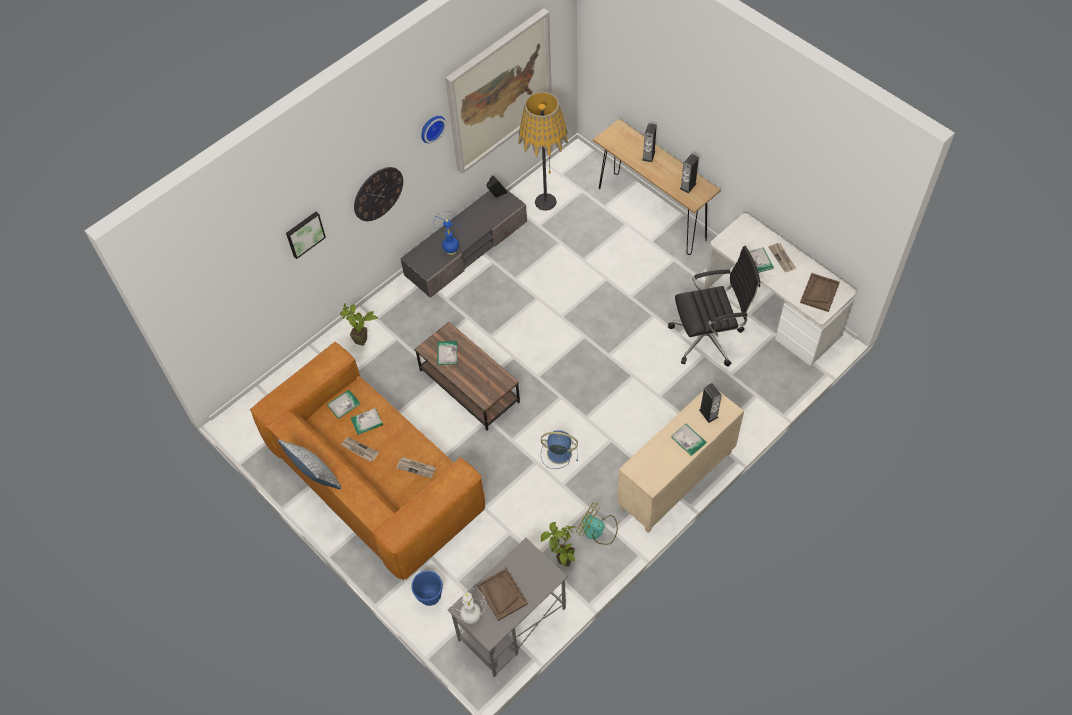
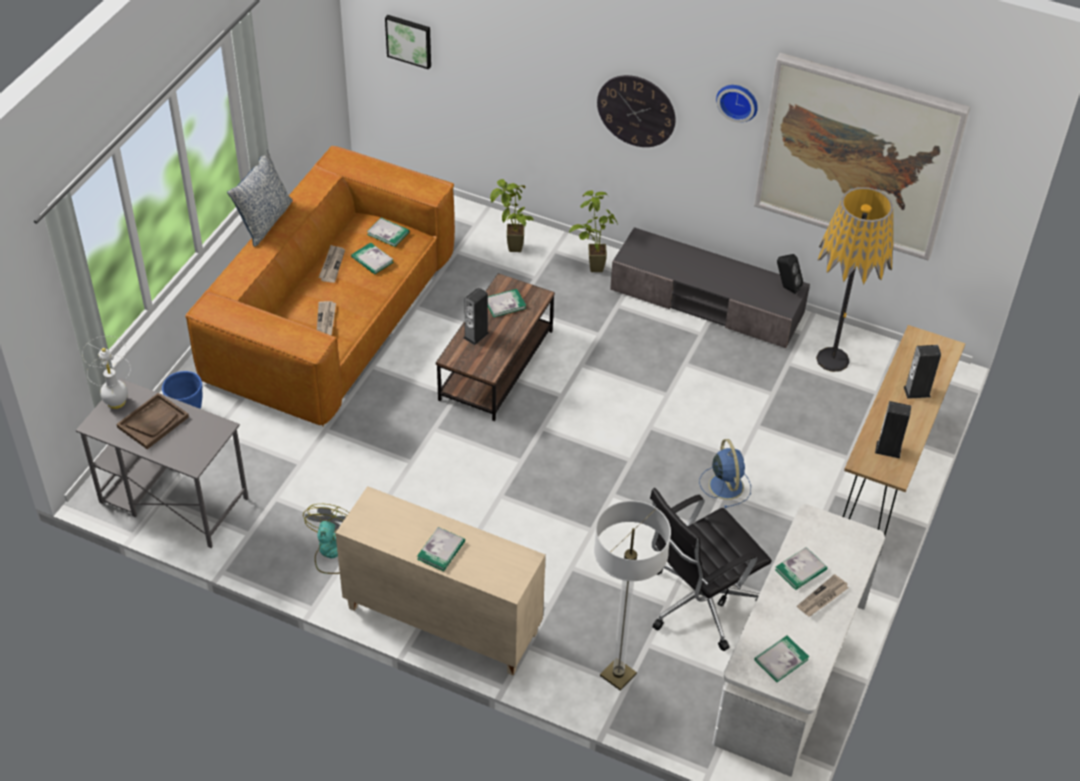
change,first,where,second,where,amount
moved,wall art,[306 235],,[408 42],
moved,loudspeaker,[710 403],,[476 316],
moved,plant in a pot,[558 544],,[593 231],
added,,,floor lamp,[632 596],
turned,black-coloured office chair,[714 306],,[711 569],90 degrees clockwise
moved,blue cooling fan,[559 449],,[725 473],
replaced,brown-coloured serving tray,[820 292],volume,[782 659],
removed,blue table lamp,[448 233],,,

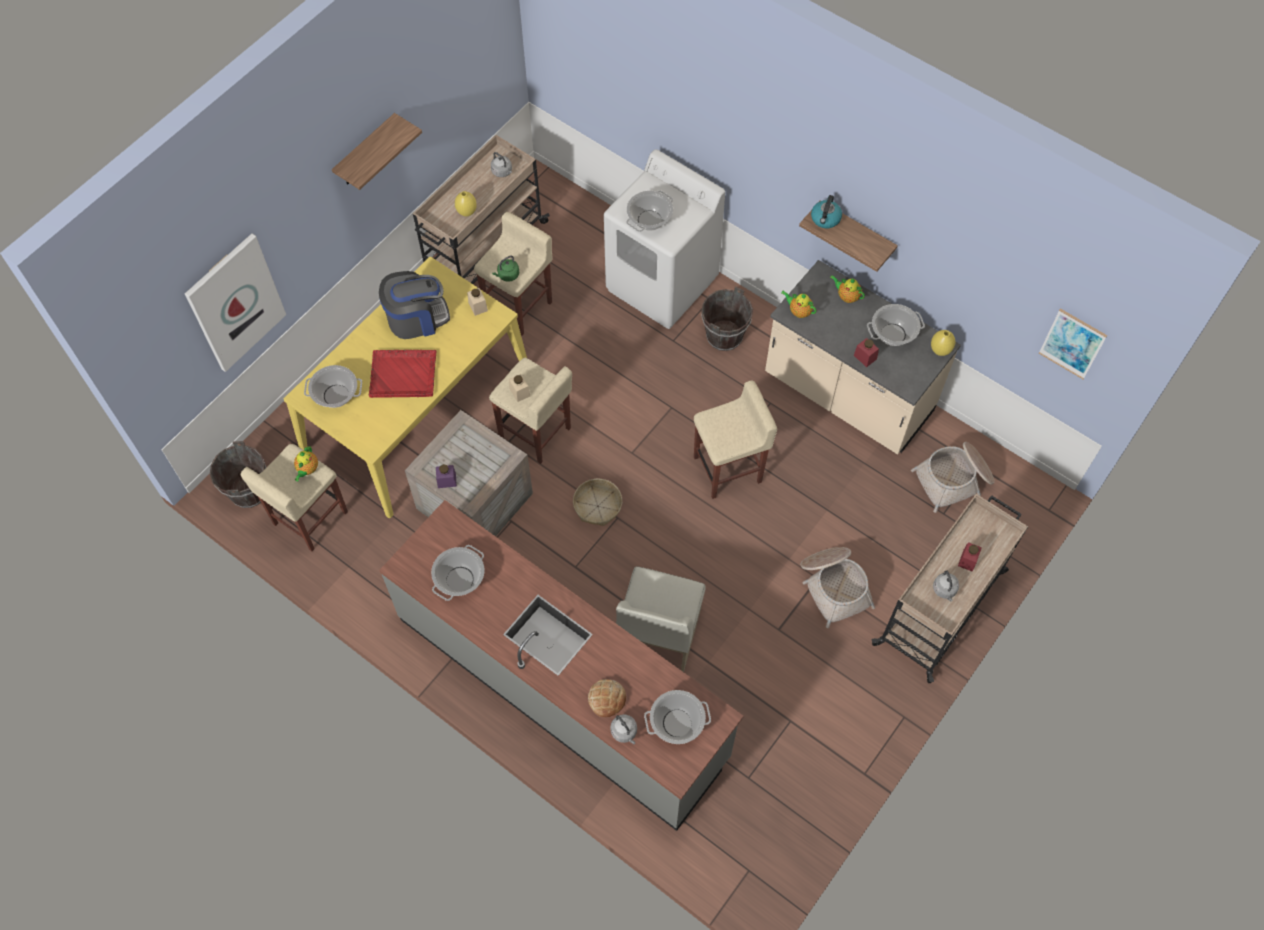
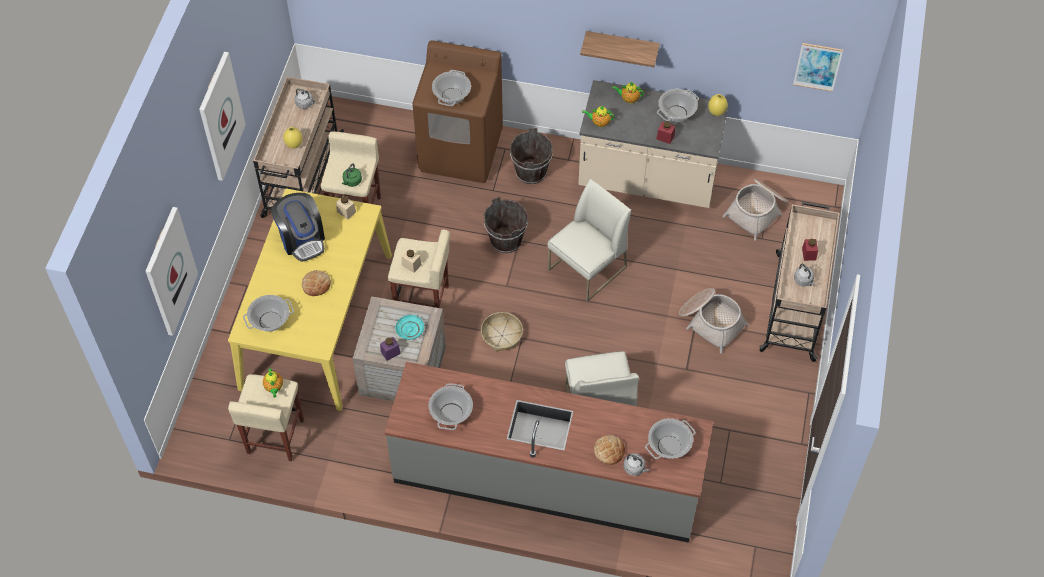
change,first,where,second,where,amount
replaced,wall shelf,[377 151],wall art,[222 116],
turned,coffee maker,[414 305],,[298 227],105 degrees clockwise
replaced,red-coloured serving tray,[402 374],bread,[316 283],
added,,,blue-green dinner plate,[409 327],
recoloured,whitish laundry appliance,[664 239],brown-coloured laundry appliance,[458 112],
moved,brown-coloured bucket,[238 474],,[506 224],
replaced,sand-coloured stool seat,[735 440],whitish plain chair,[589 240],
removed,water kettle,[826 211],,,

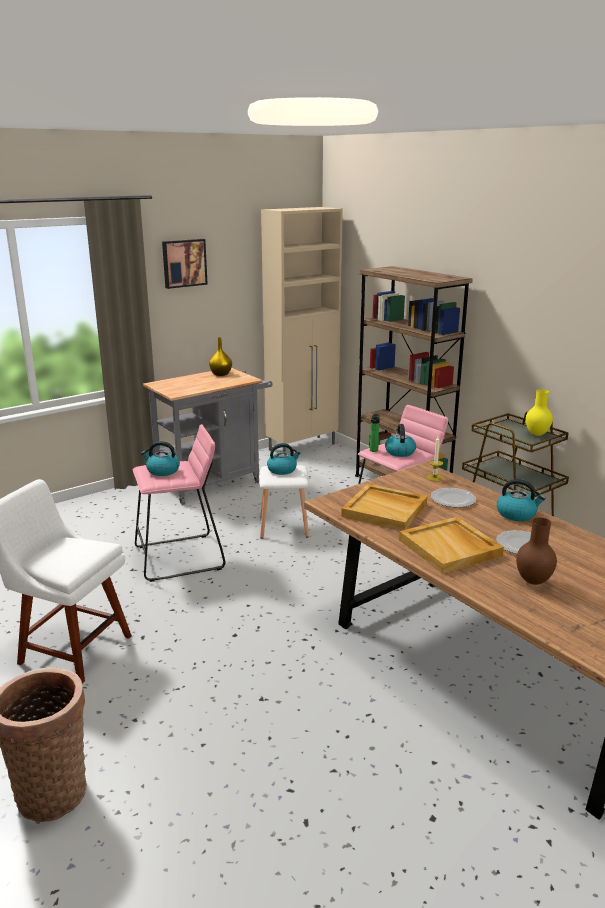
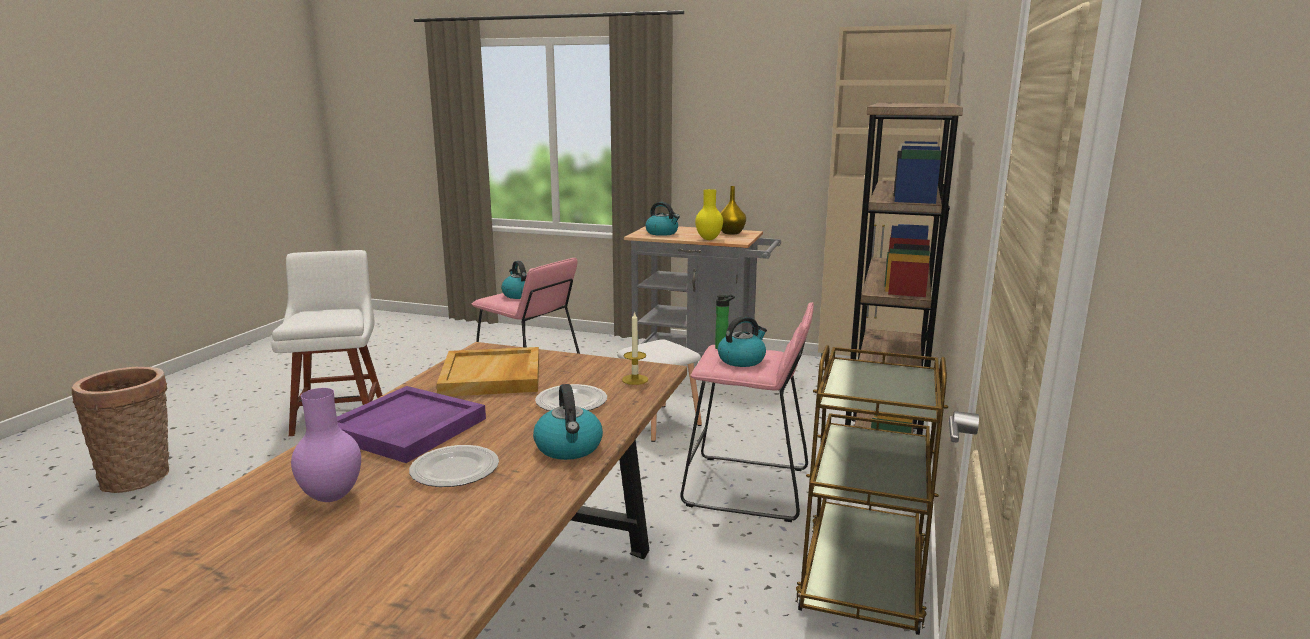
change,first,where,second,where,amount
recoloured,brown-coloured vase,[536 551],purple vase,[326 445],
recoloured,sand-coloured serving tray,[451 545],purple serving tray,[411 424],
moved,water kettle,[284 459],,[662 219],
moved,yellow-coloured vase,[539 412],,[709 214],
removed,wall art,[185 264],,,

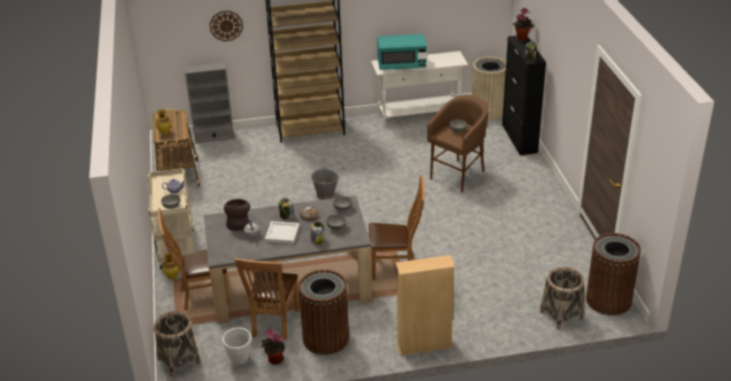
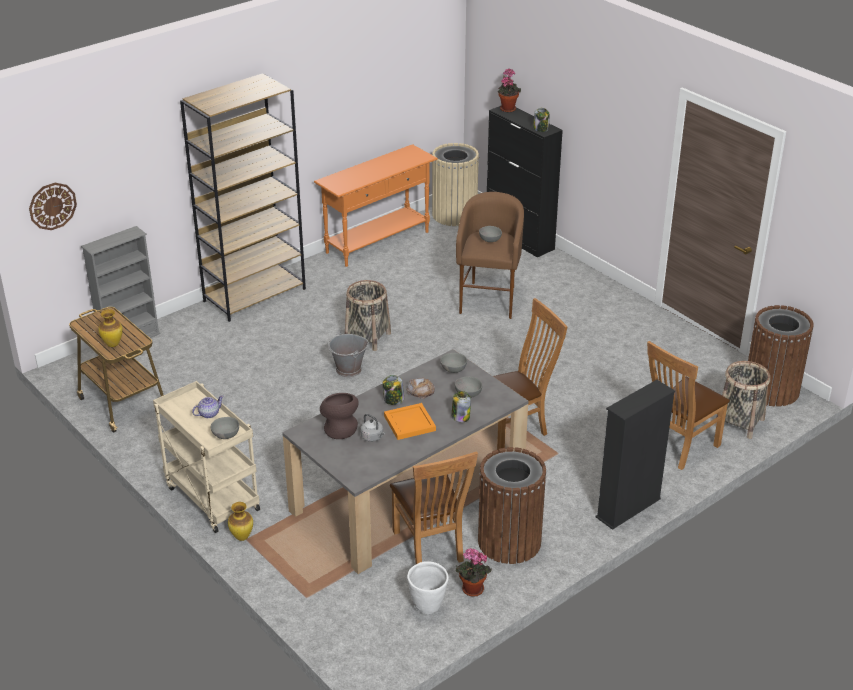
change,first,where,second,where,amount
moved,wall clock,[226 26],,[53 206],
recoloured,whitish console table,[419 89],orange console table,[376 205],
moved,household basket,[177 344],,[368 315],
recoloured,whitish serving tray,[282 232],orange serving tray,[410 421],
recoloured,sand-coloured bookshelf,[425 305],black-coloured bookshelf,[635 455],
moved,brown-coloured plain chair,[193 259],,[688 405],
removed,blue-green microwave oven,[402 52],,,

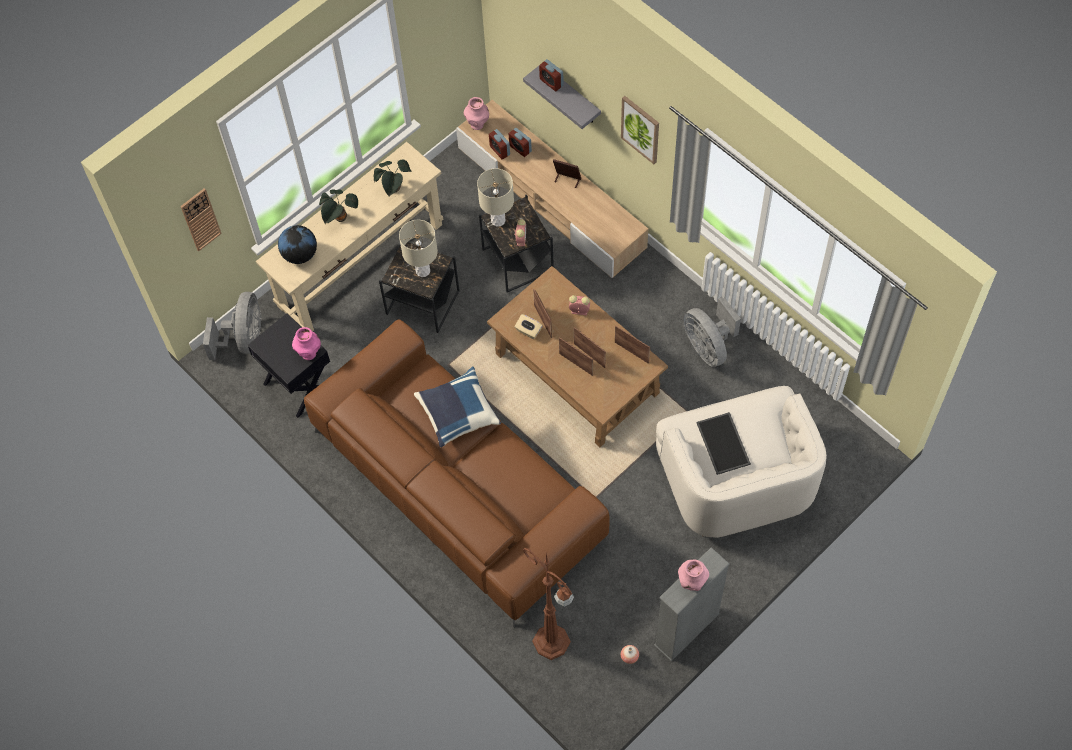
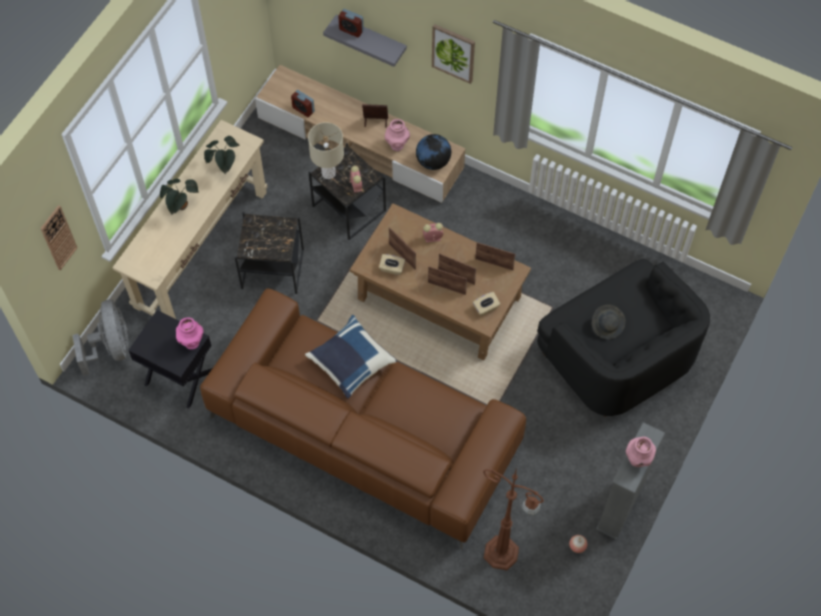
change,first,where,second,where,amount
moved,pink-coloured vase,[476 113],,[397 135],
moved,world globe,[297 244],,[433 152],
added,,,sand-coloured box of tissues,[486 304],
recoloured,whitish easy chair,[741 462],black-coloured easy chair,[623 338],
replaced,serving tray,[723 443],greyish clothing hat,[609 322],
removed,sand-coloured table lamp,[418 248],,,
removed,table clock,[520 142],,,
removed,greyish cooling fan,[712 332],,,

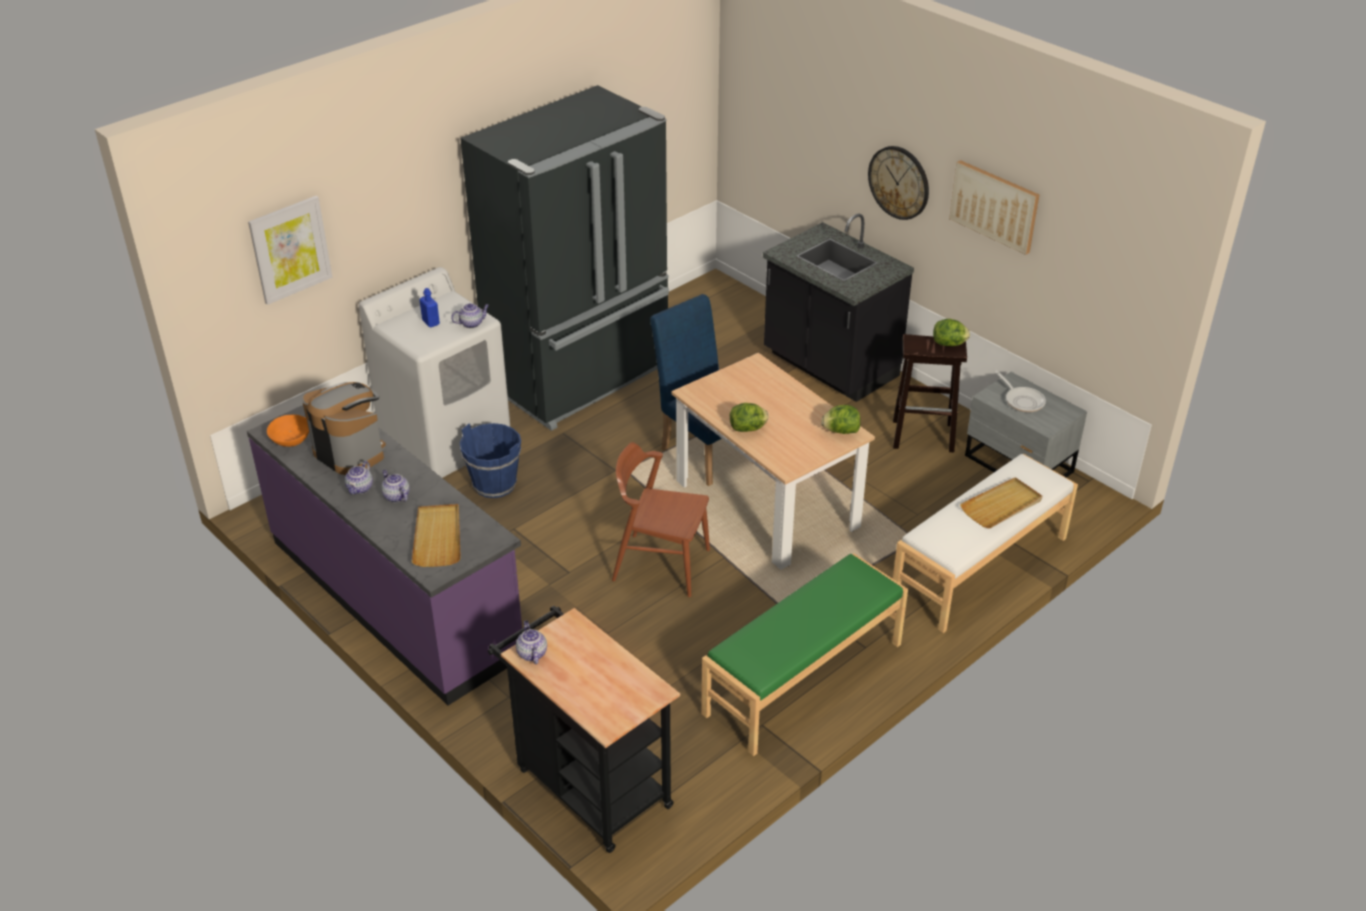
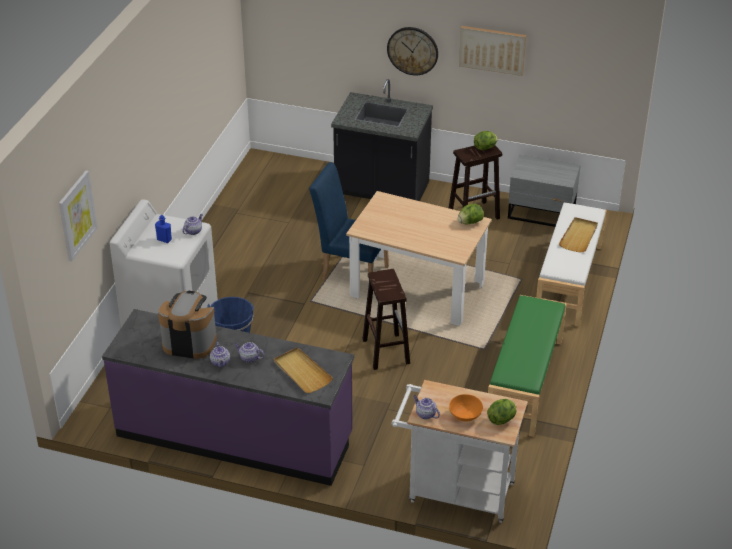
change,first,where,second,where,amount
replaced,brown-coloured plain chair,[661 519],brown-coloured stool seat,[386 319],
recoloured,black-coloured trolley,[584 729],whitish trolley,[460 451],
moved,orange bowl,[288 431],,[466 408],
moved,lettuce head,[749 417],,[501 412],
removed,black-coloured kitchen fridge,[564 258],,,
removed,frying pan,[1020 391],,,

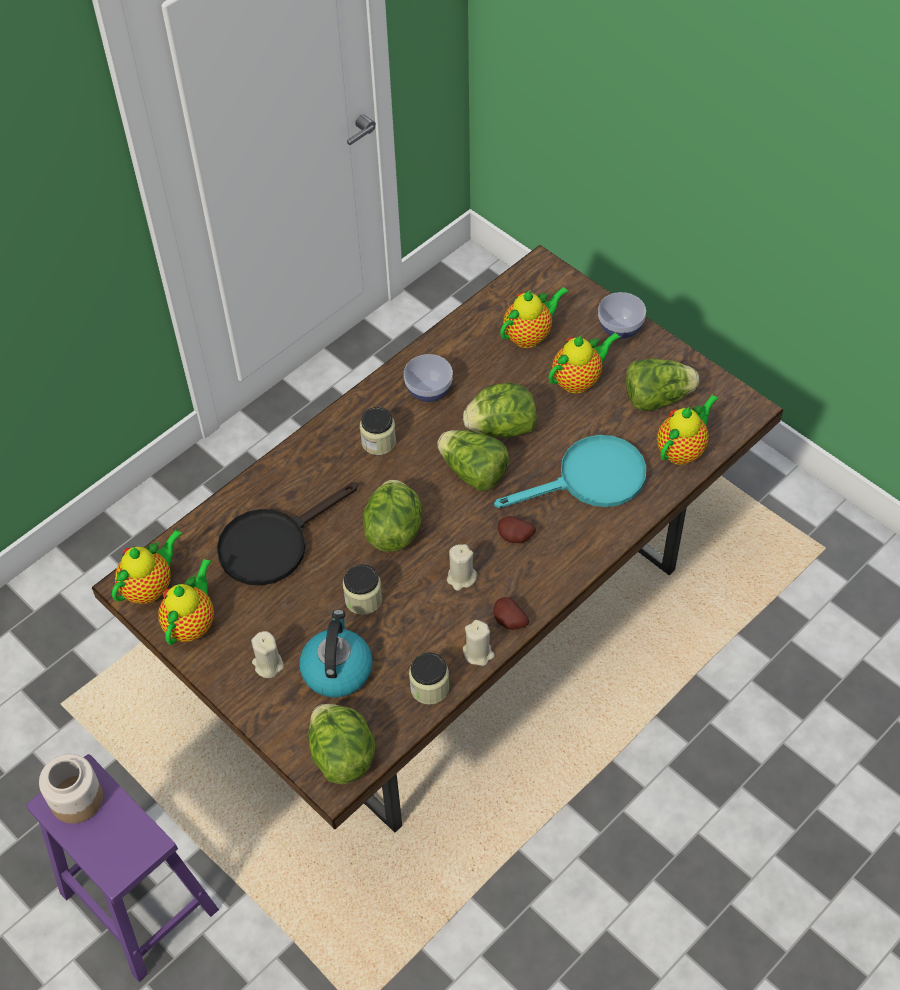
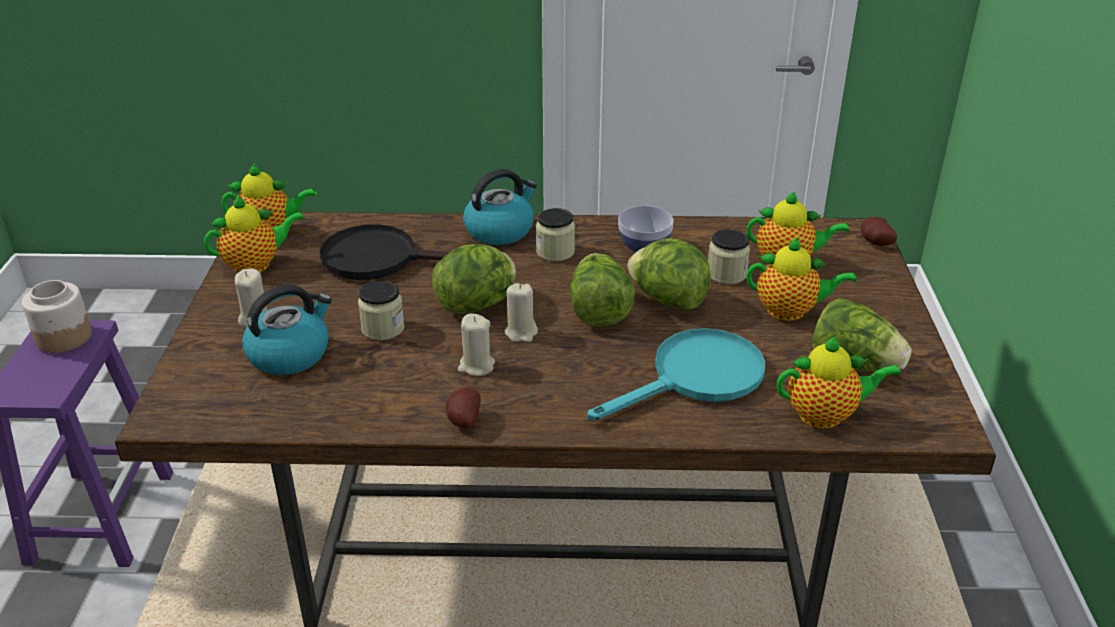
change,first,where,second,where,amount
added,,,water kettle,[500 207],
moved,sand-coloured wax candle,[479 643],,[521 312],
turned,blue-green frying pan,[570 471],,[676 374],60 degrees counterclockwise
moved,storage jar,[429 678],,[729 256],
moved,spud,[517 529],,[879 231],
removed,lettuce head,[342 744],,,
removed,bowl,[622 315],,,

